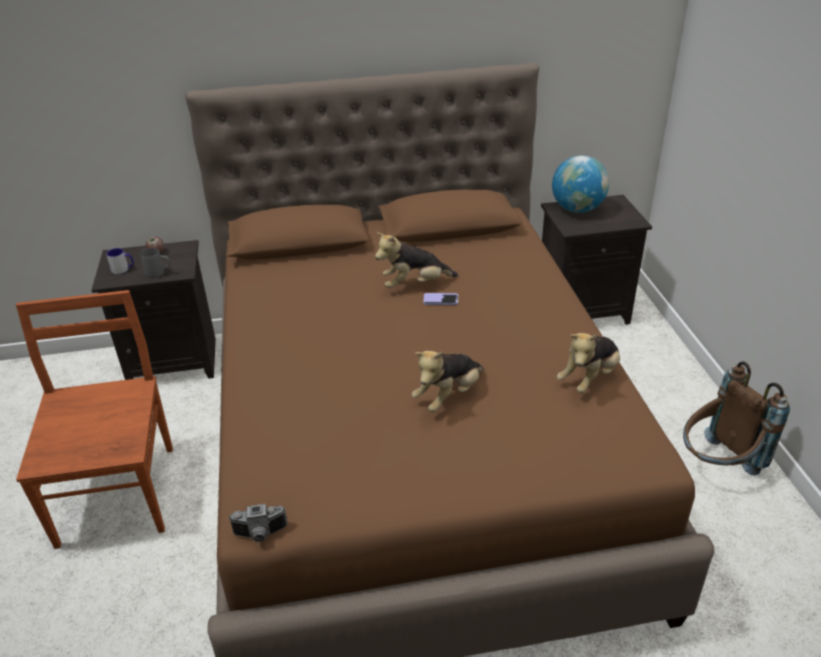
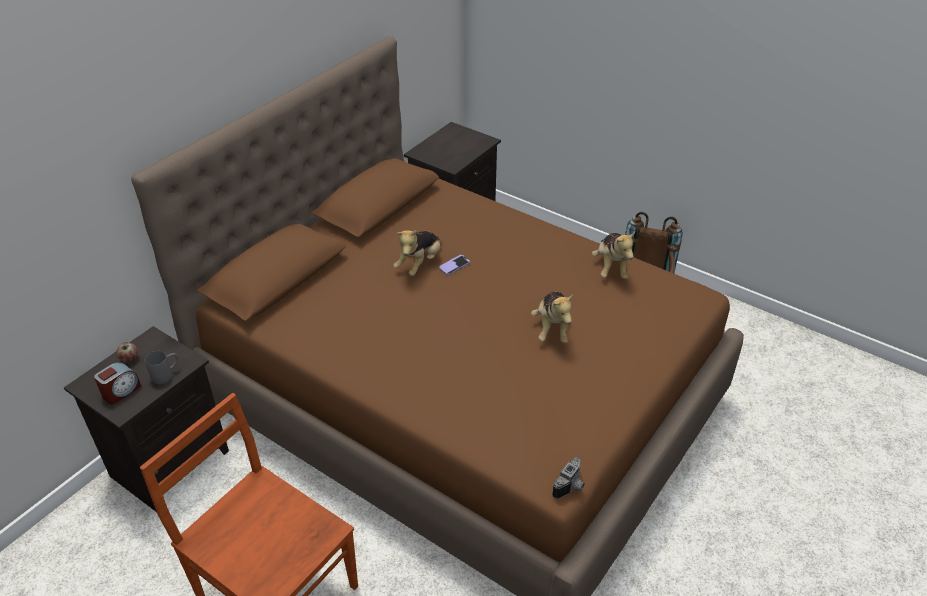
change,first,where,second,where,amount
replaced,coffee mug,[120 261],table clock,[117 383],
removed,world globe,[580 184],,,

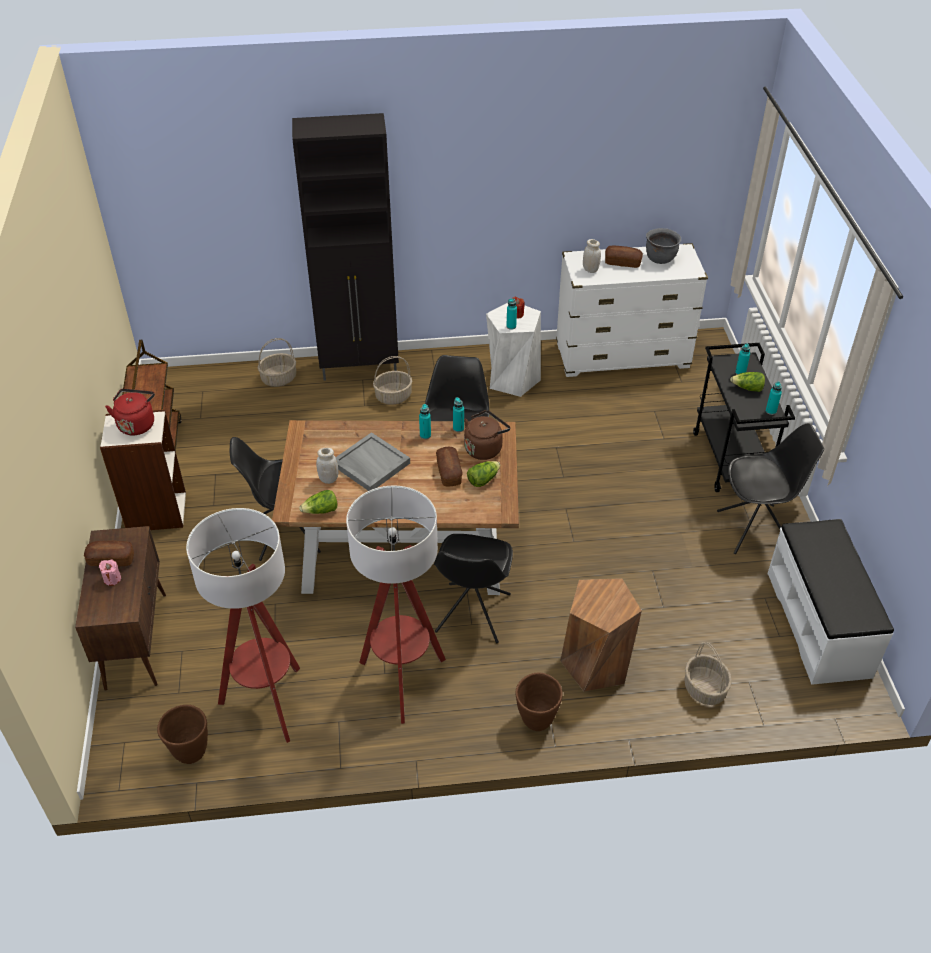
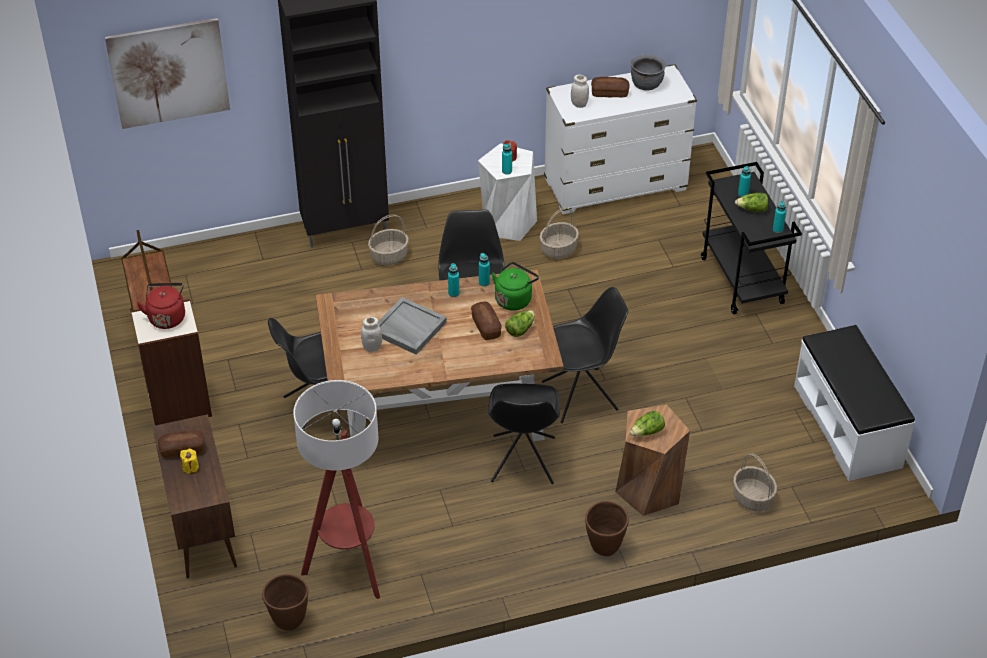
change,first,where,second,where,amount
added,,,wall art,[167 73],
recoloured,pink-coloured wax candle,[110 573],yellow-coloured wax candle,[189 461],
recoloured,brown-coloured water kettle,[487 435],green water kettle,[515 286],
moved,household basket,[277 362],,[559 233],
moved,black-coloured plain chair,[770 488],,[585 355],
moved,lettuce head,[318 502],,[647 423],
removed,floor lamp,[396 605],,,

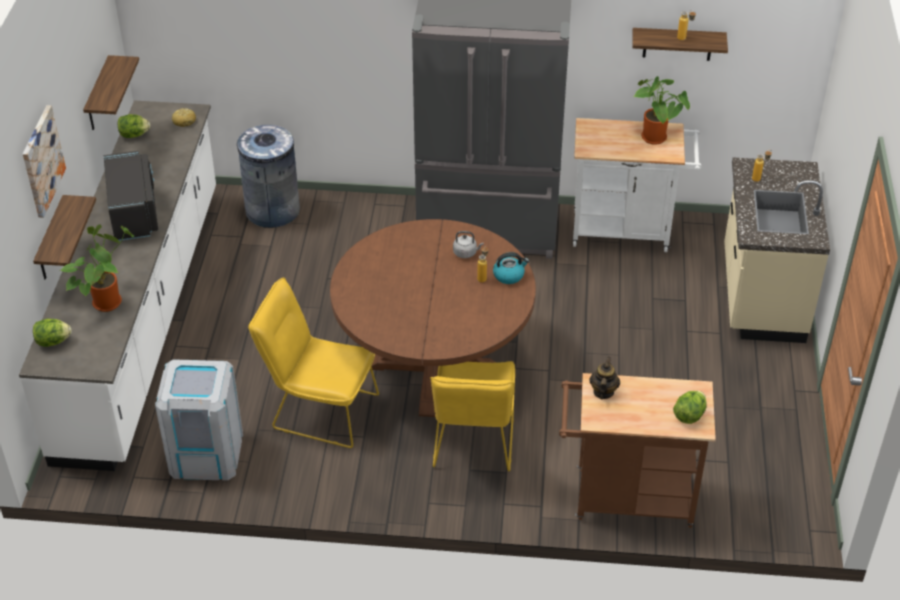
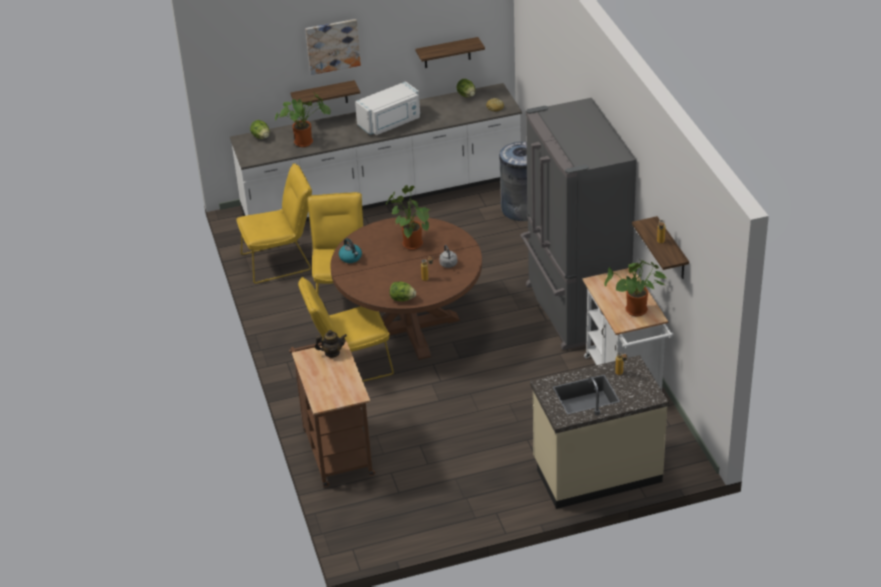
change,first,where,second,where,amount
replaced,greyish waste bin,[199 420],yellow-coloured plain chair,[274 223],
moved,water kettle,[511 268],,[350 250],
recoloured,black-coloured microwave oven,[131 196],whitish microwave oven,[387 108],
added,,,plant in a pot,[408 217],
moved,lettuce head,[690 407],,[403 291],

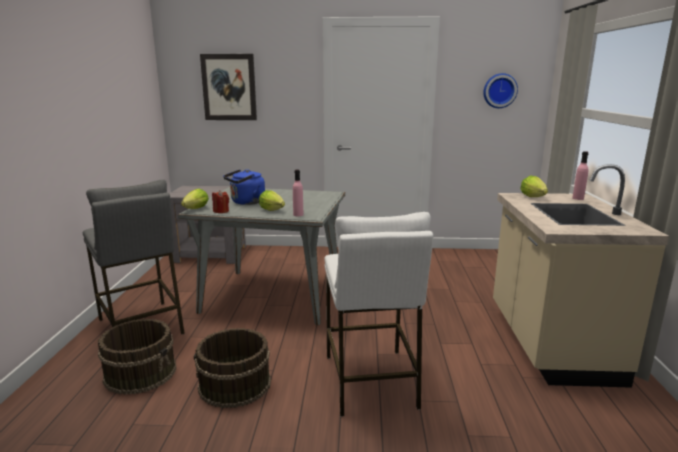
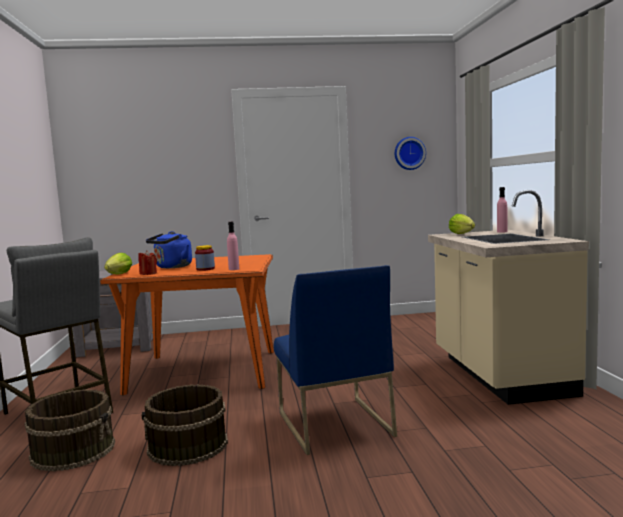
change,first,where,second,where,amount
recoloured,greyish dinner table,[261 256],orange dinner table,[187 324],
replaced,lettuce head,[272 200],storage jar,[205 258],
replaced,whitish stool seat,[378 314],blue plain chair,[335 360],
removed,wall art,[228 87],,,

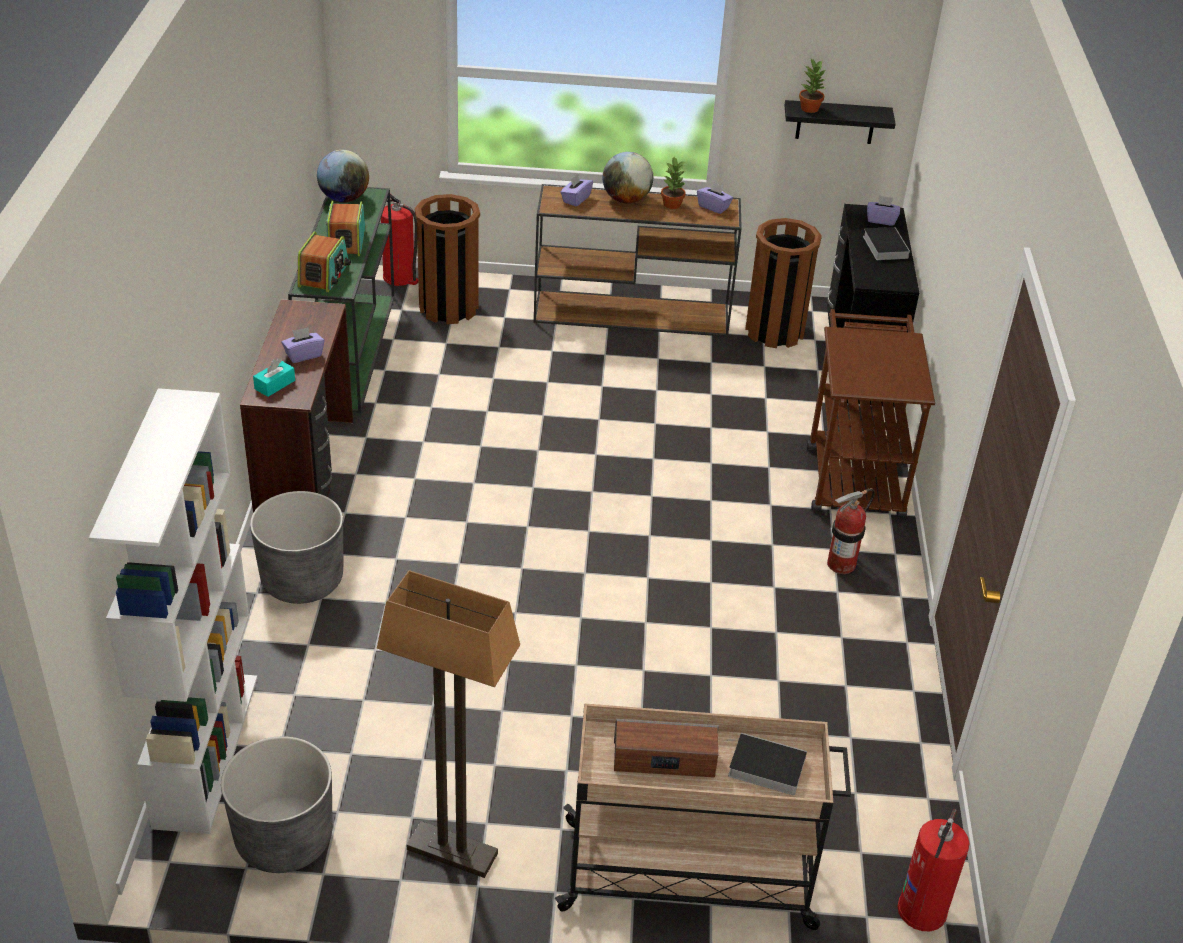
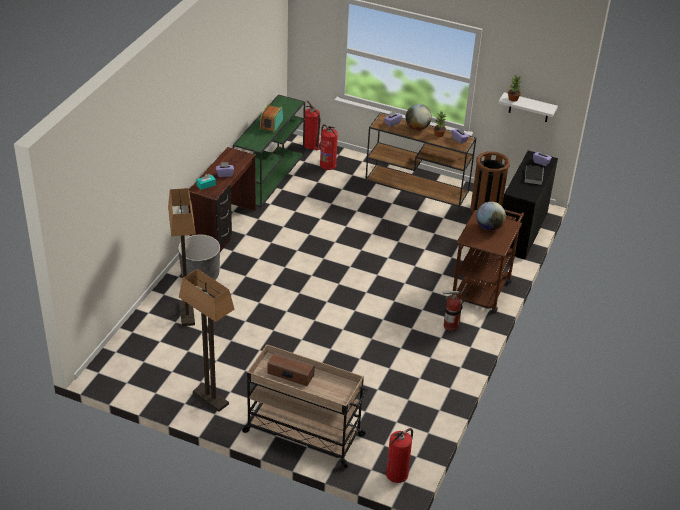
change,first,where,second,where,amount
added,,,floor lamp,[182 257],
replaced,brown-coloured waste bin,[447 259],fire extinguisher,[329 147],
moved,world globe,[343 176],,[491 216],
recoloured,black-coloured wall shelf,[840 122],whitish wall shelf,[528 107],
removed,whitish bookshelf,[173 611],,,
removed,greyish planter,[276 804],,,
removed,radio,[324 262],,,
removed,volume,[766 764],,,

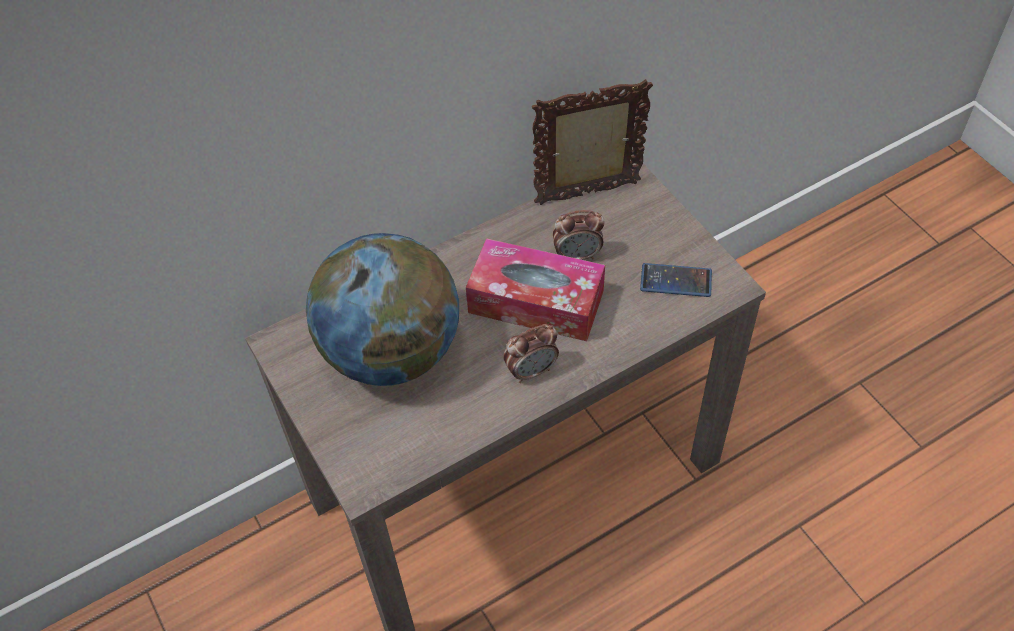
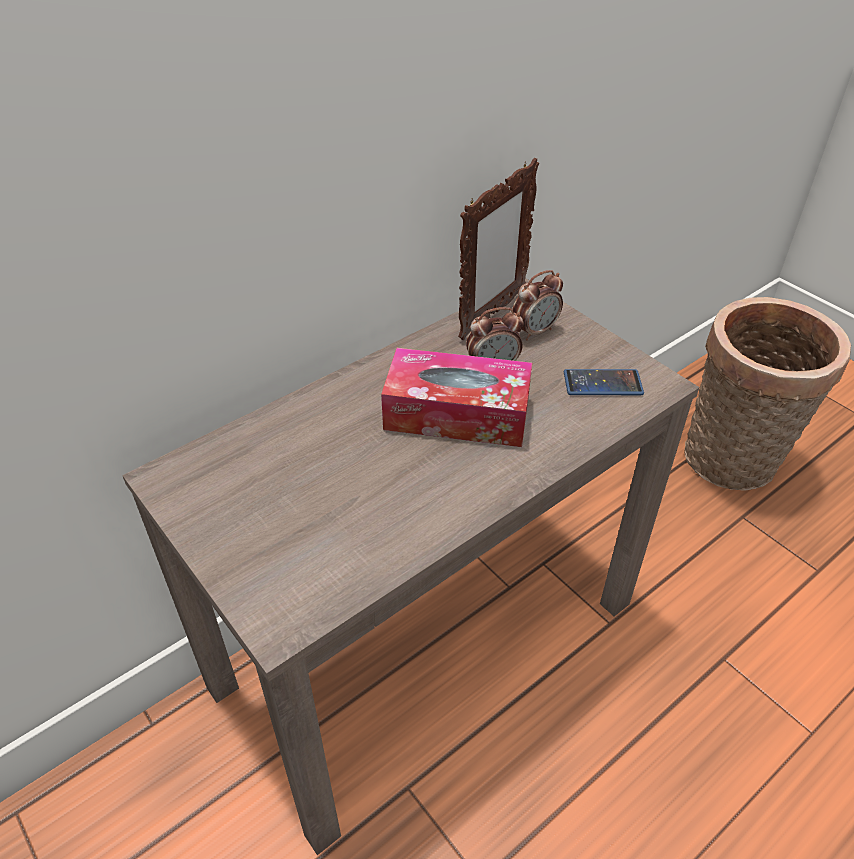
change,first,where,second,where,amount
turned,standing frame,[592 142],,[498 249],150 degrees clockwise
moved,table clock,[531 353],,[537 305],
added,,,household basket,[767 394],
removed,world globe,[382 309],,,

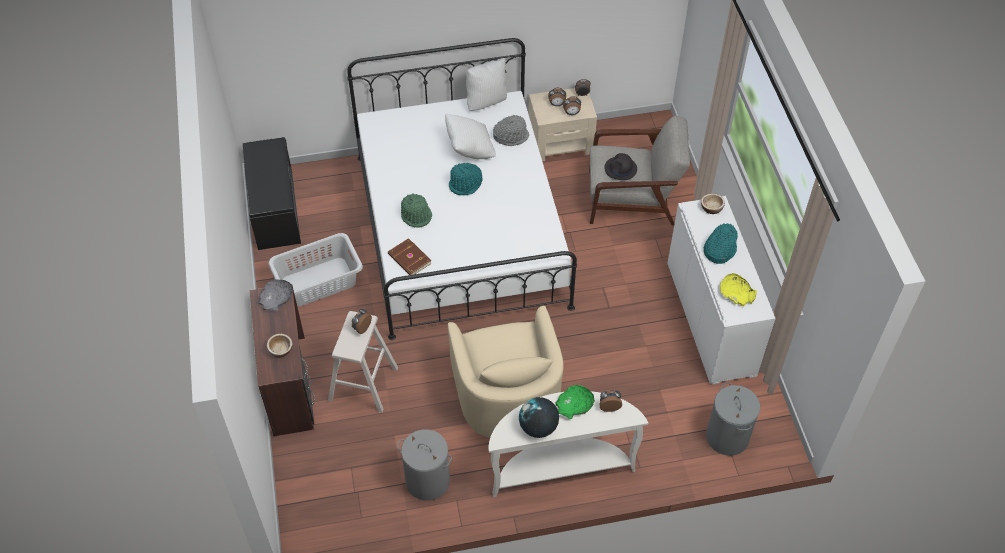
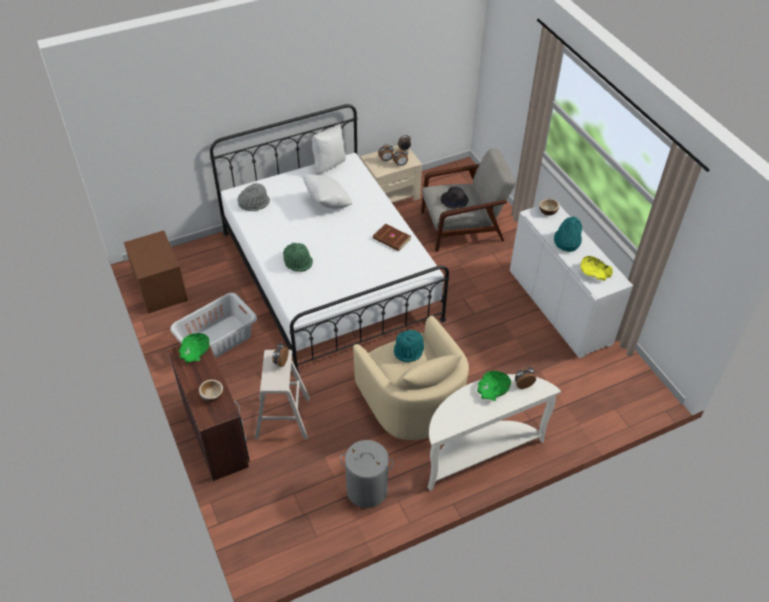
change,first,where,second,where,amount
replaced,black-coloured long seat,[272 193],brown-coloured bedside table,[156 272],
recoloured,greyish bowl,[276 295],green bowl,[194 348],
moved,greyish clothing hat,[511 130],,[253 197],
moved,brown-coloured volume,[410 256],,[392 237],
moved,blue-green clothing hat,[465 179],,[409 346],
removed,world globe,[539 417],,,
removed,greyish hamper,[733 419],,,

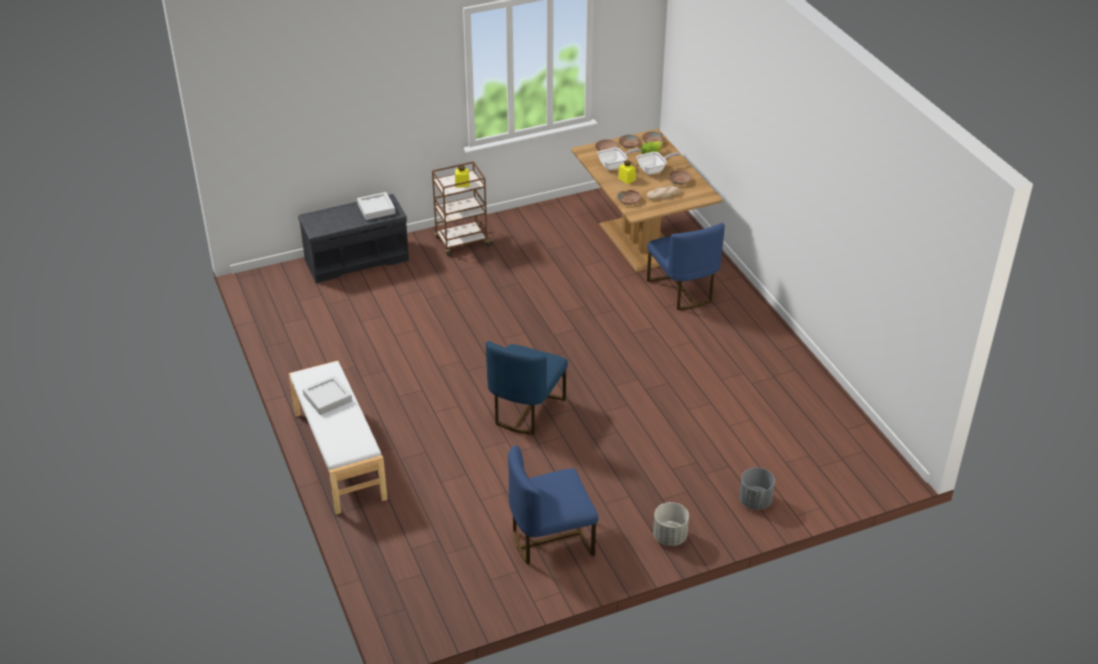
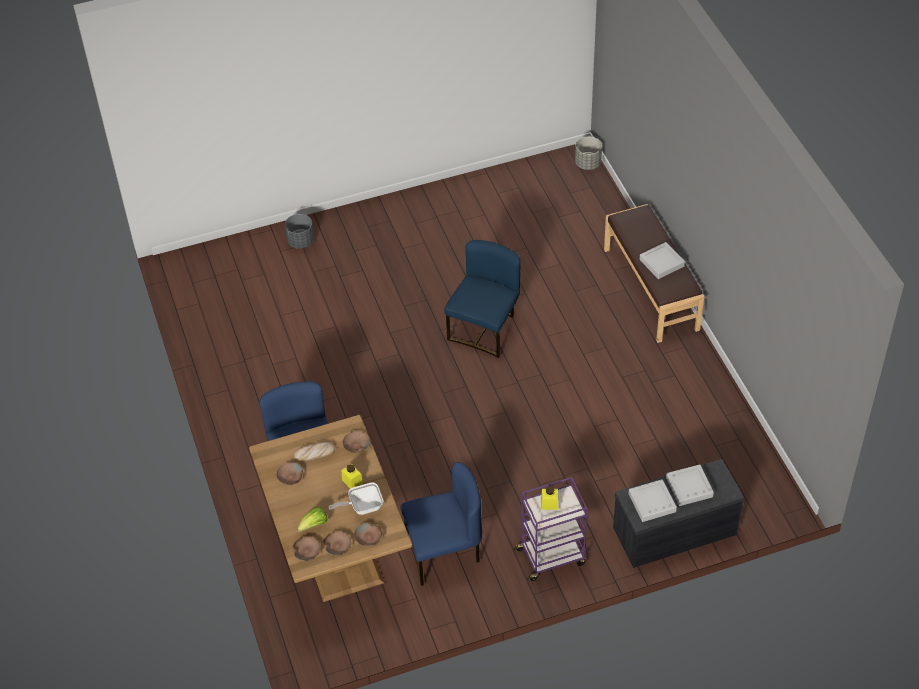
change,first,where,second,where,amount
moved,blue plain chair,[553 505],,[441 524],
recoloured,brown-coloured trolley,[462 208],purple trolley,[550 529],
moved,greyish planter,[671 524],,[588 153],
recoloured,whitish long seat,[338 438],brown-coloured long seat,[654 273],
added,,,greyish serving tray,[690 485],
removed,frying pan,[658 163],,,

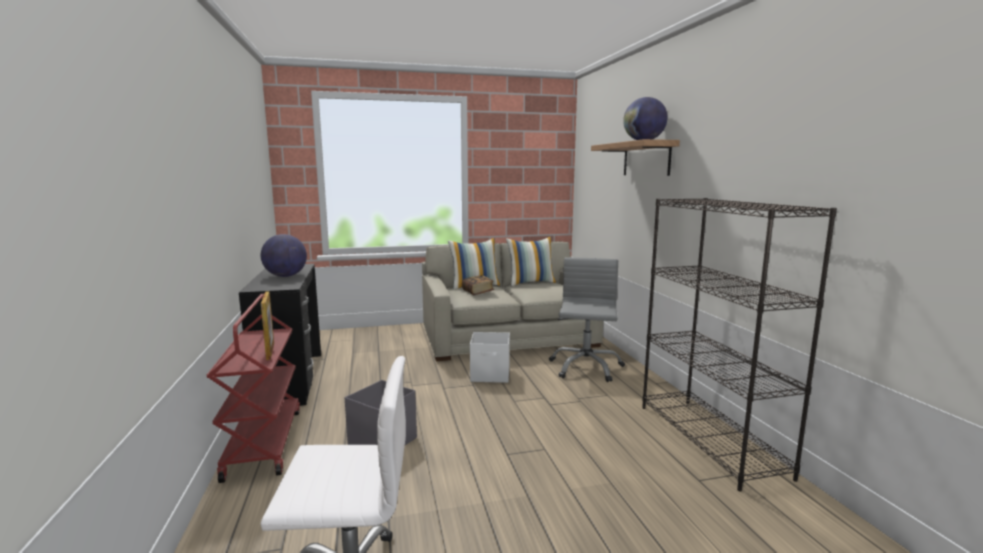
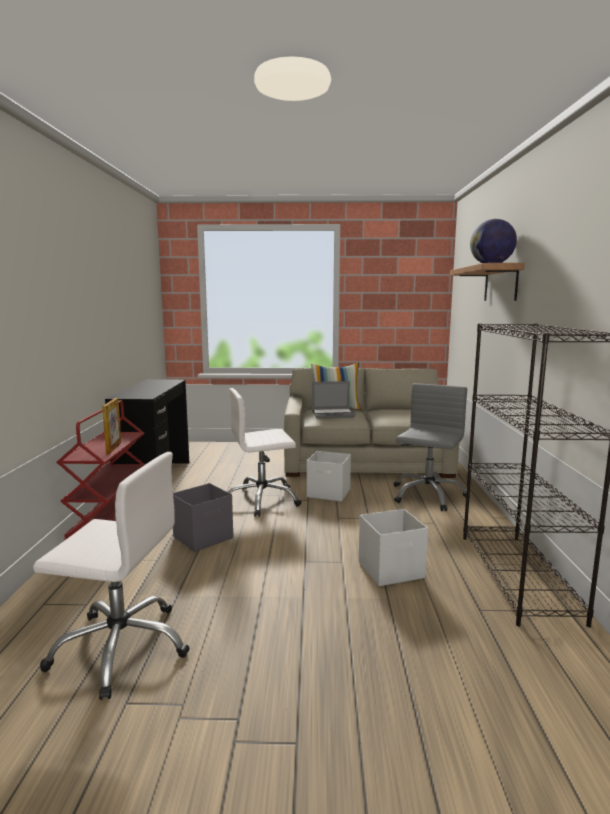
change,first,where,second,where,amount
added,,,whitish office chair,[265 452],
replaced,volume,[478 285],portable computer,[333 399],
added,,,whitish storage box,[393 547],
removed,world globe,[284 255],,,
removed,throw pillow,[531 261],,,

